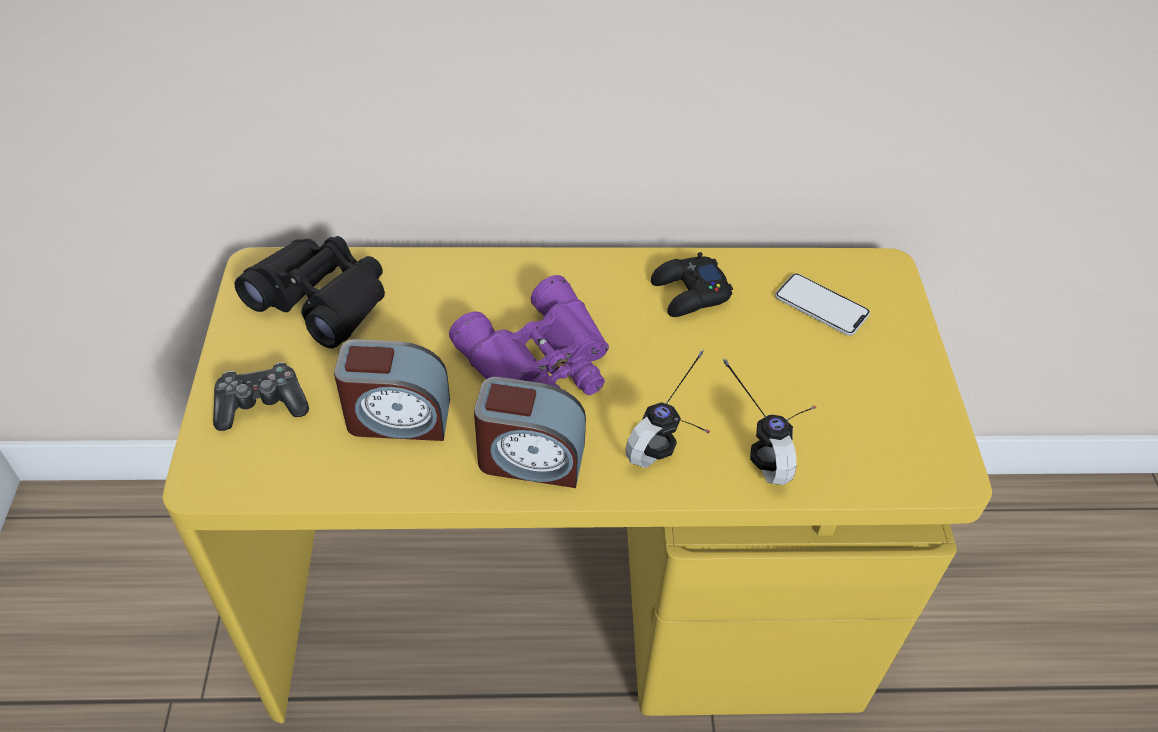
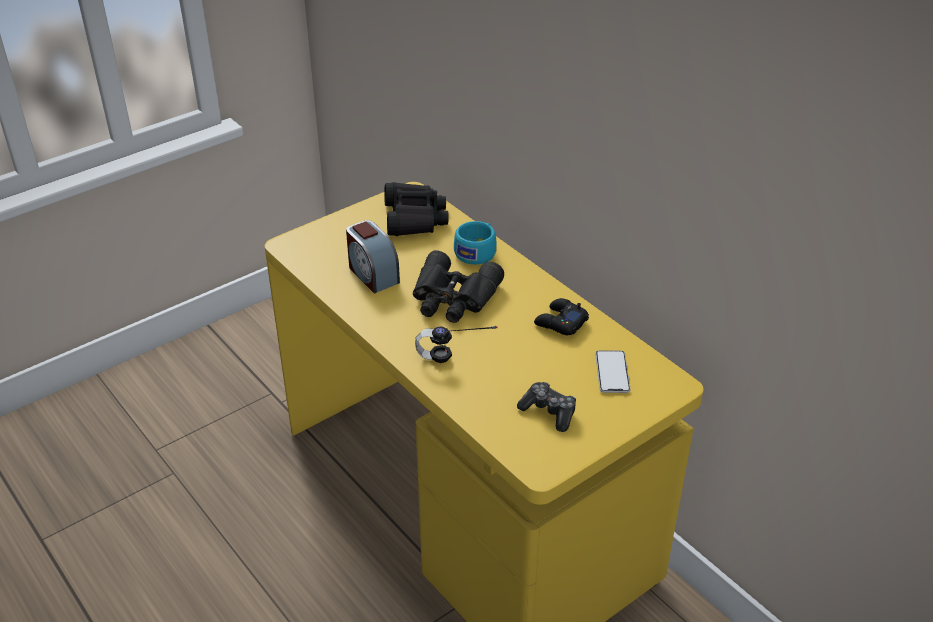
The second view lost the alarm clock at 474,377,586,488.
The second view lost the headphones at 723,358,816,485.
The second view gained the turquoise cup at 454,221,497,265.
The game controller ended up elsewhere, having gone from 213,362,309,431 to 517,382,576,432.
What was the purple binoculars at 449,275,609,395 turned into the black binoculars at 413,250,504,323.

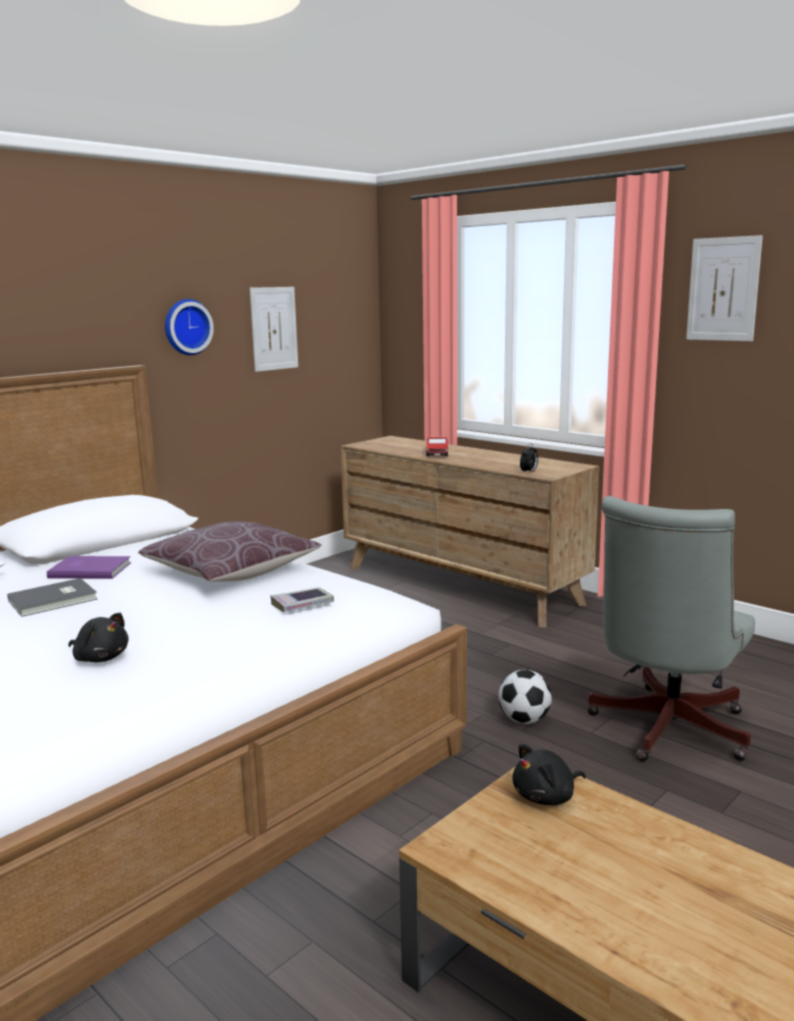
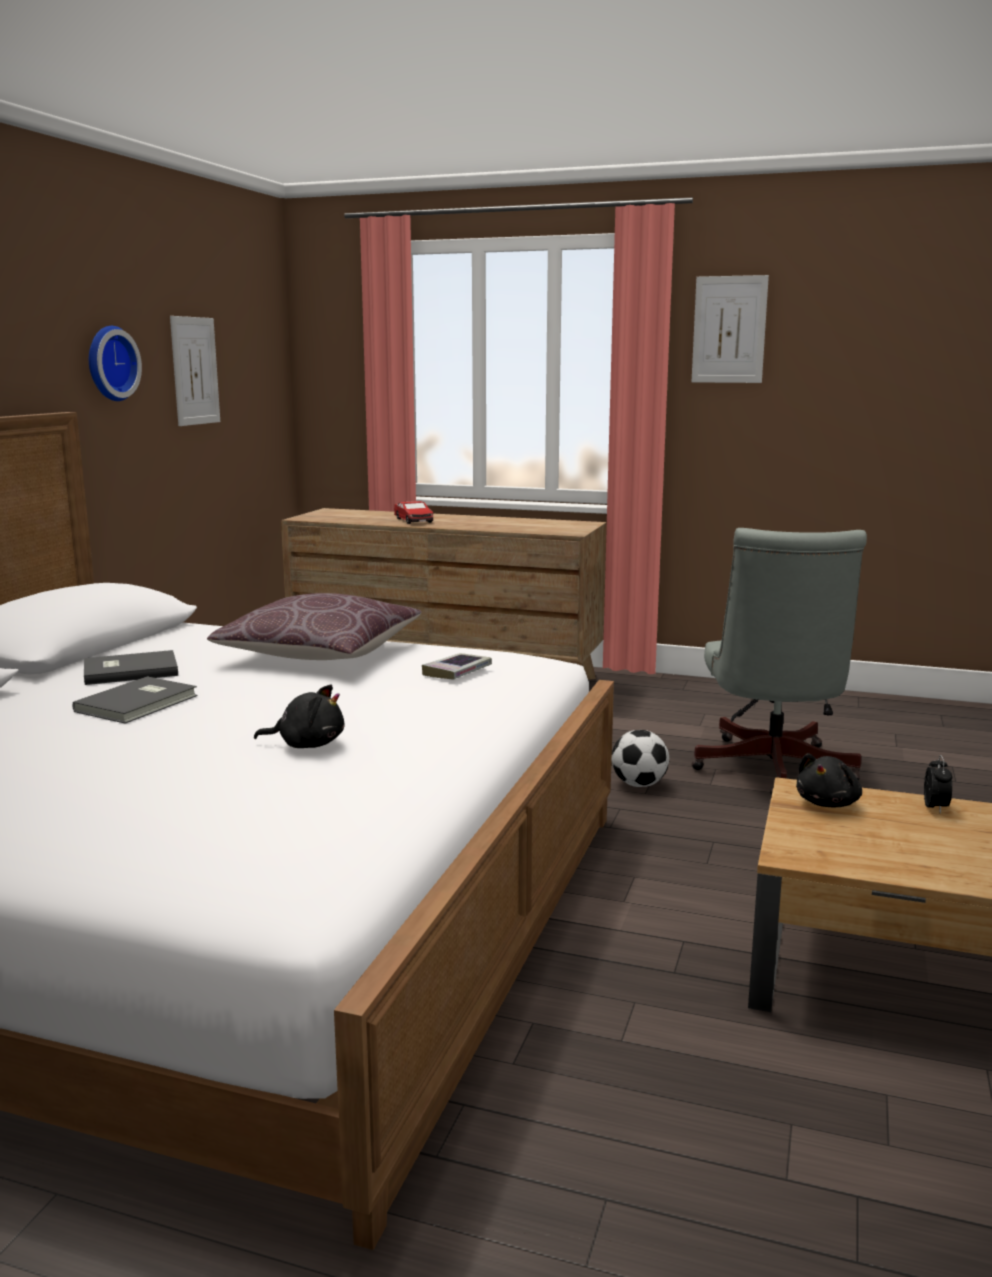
The alarm clock ended up elsewhere, having gone from 520,444,538,474 to 924,755,952,814.
What was the purple book at 47,556,131,579 turned into the grey book at 84,650,178,685.

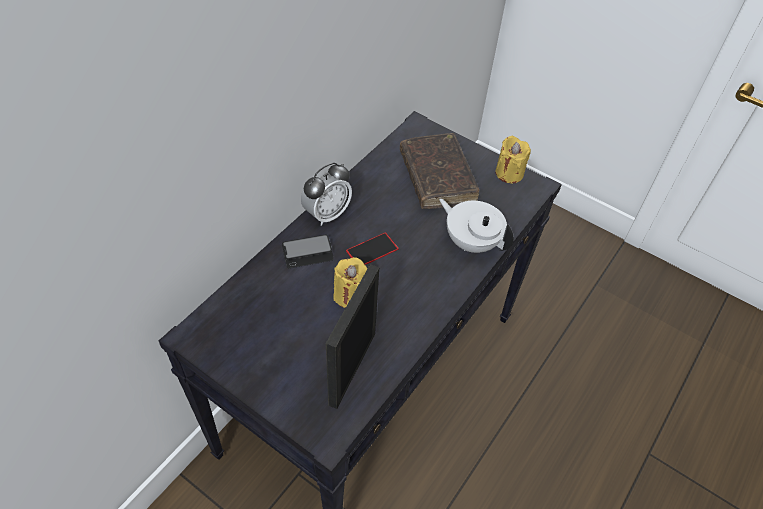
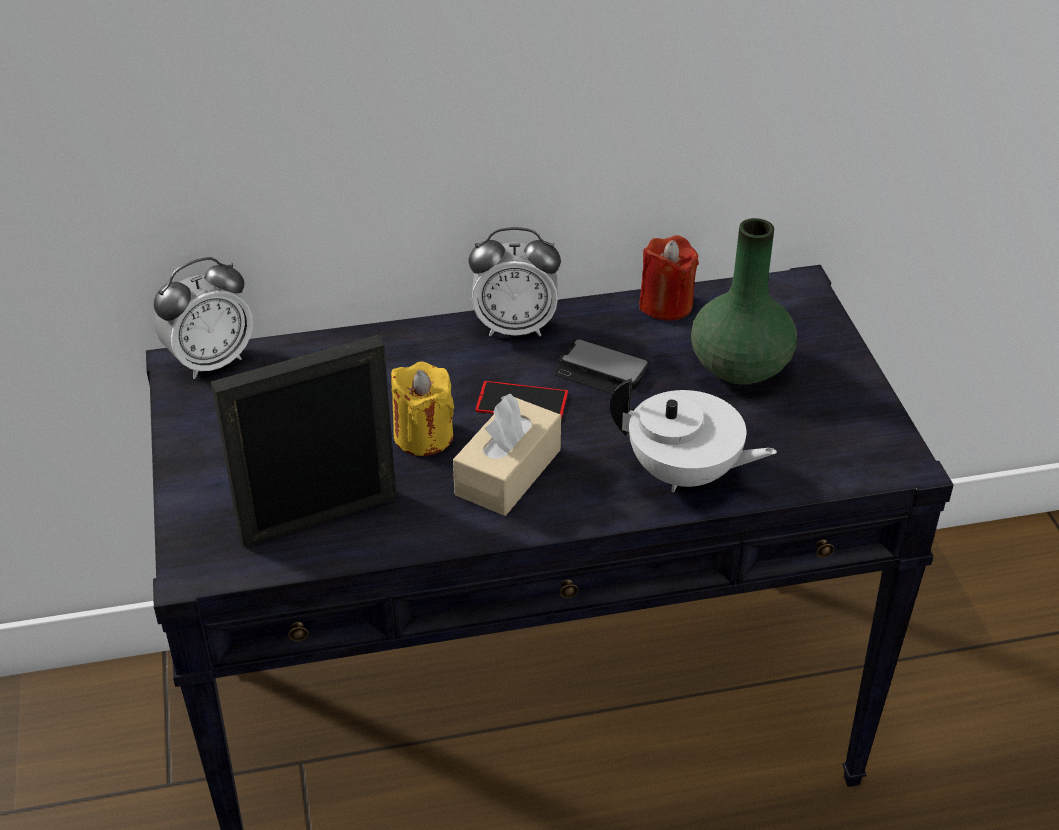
The second view lost the yellow candle at 495,136,531,183.
The second view gained the alarm clock at 154,257,253,379.
The second view gained the beige tissue box at 453,394,561,516.
The second view gained the red candle at 639,235,699,321.
The phone ended up elsewhere, having gone from 282,234,334,268 to 554,338,650,395.
Where the brown book stood at 400,133,479,209, the green vase came to stand at 691,218,797,385.
The white teapot at 439,199,514,253 ended up facing another way, 120 degrees clockwise from before.

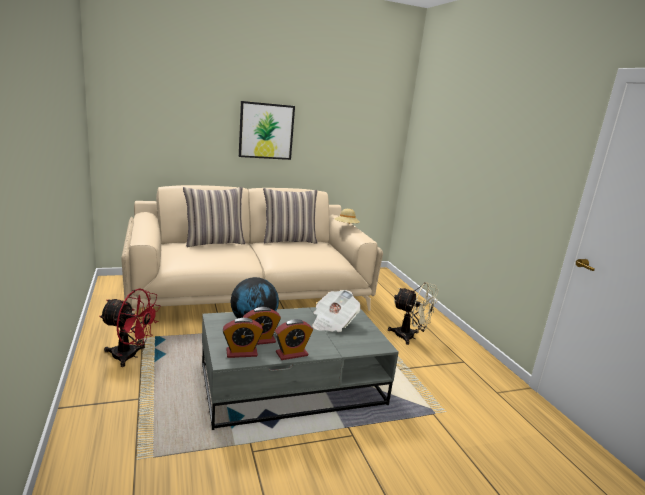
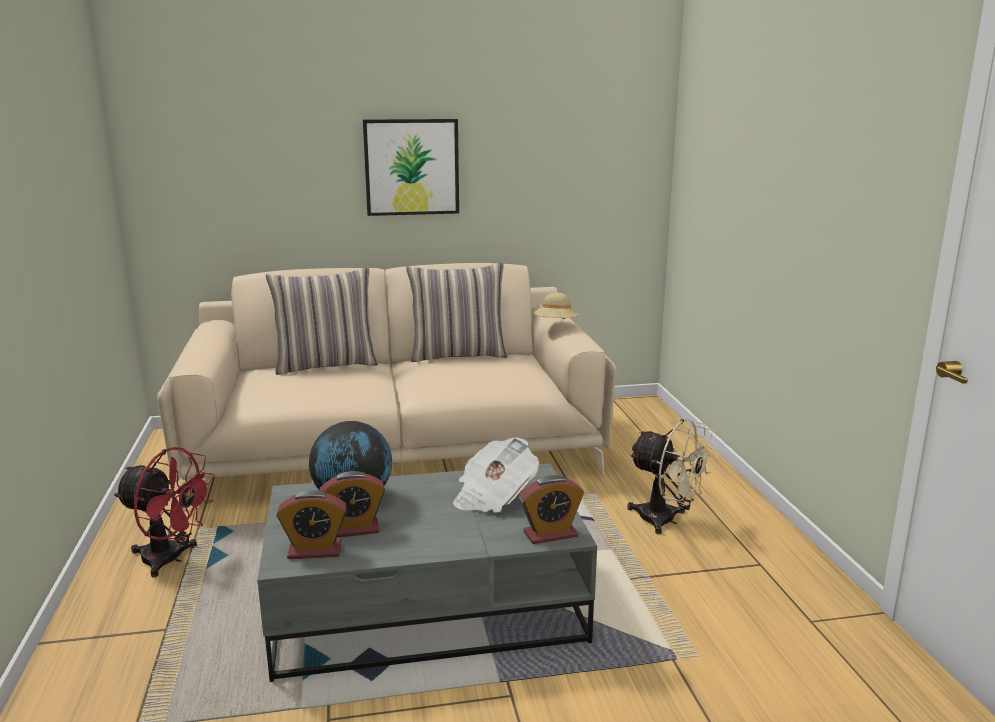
The alarm clock ended up elsewhere, having gone from 274,319,313,360 to 519,475,584,544.

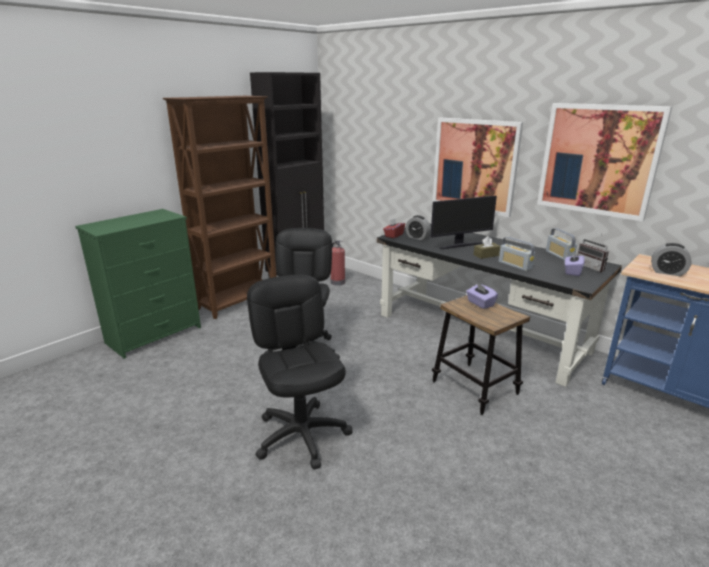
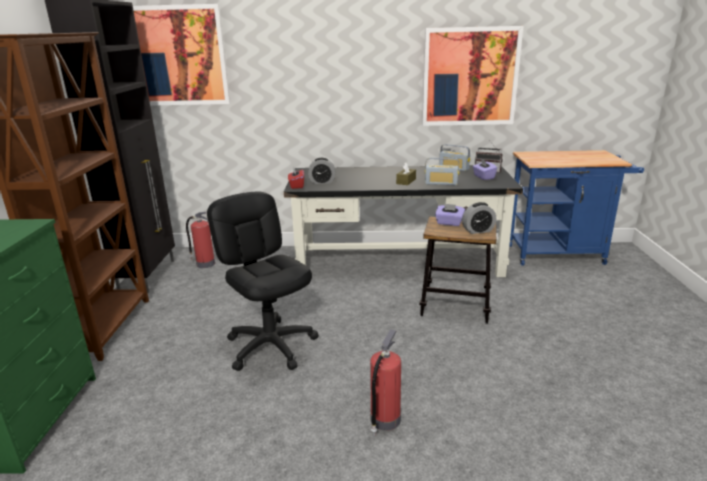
The second view lost the monitor at 430,196,497,249.
The picture ended up elsewhere, having gone from 433,118,523,217 to 133,4,230,106.
The alarm clock ended up elsewhere, having gone from 651,243,692,276 to 462,202,496,234.
Where the black office chair stood at 247,275,352,469, the fire extinguisher came to stand at 370,329,401,436.

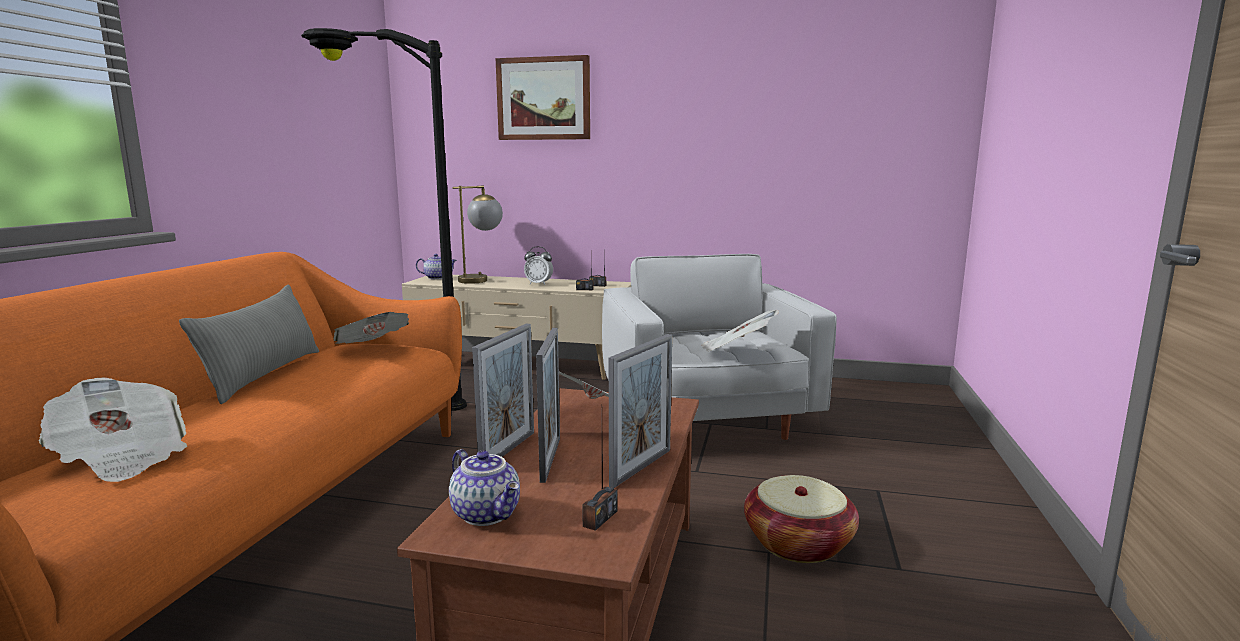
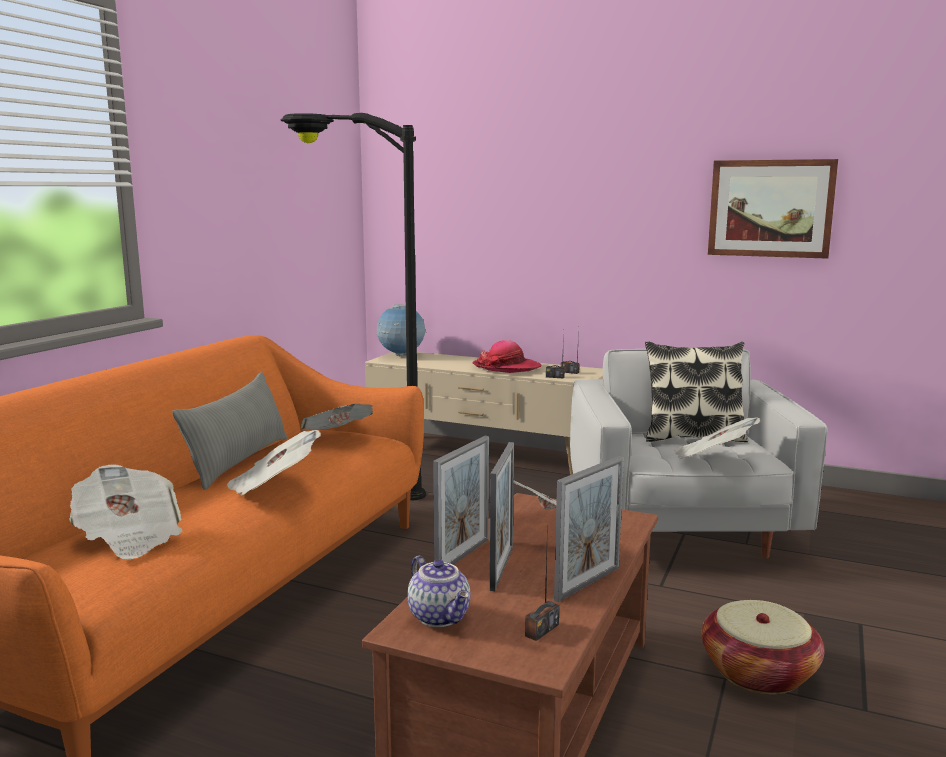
The second view lost the table lamp at 452,186,503,284.
The second view gained the newspaper at 227,430,321,495.
The second view gained the pillow at 645,342,748,442.
The picture ended up elsewhere, having gone from 496,55,590,140 to 708,159,838,259.
Where the teapot stood at 416,254,457,279, the globe came to stand at 377,304,426,356.
Where the alarm clock stood at 524,246,553,285, the hat came to stand at 473,340,542,373.

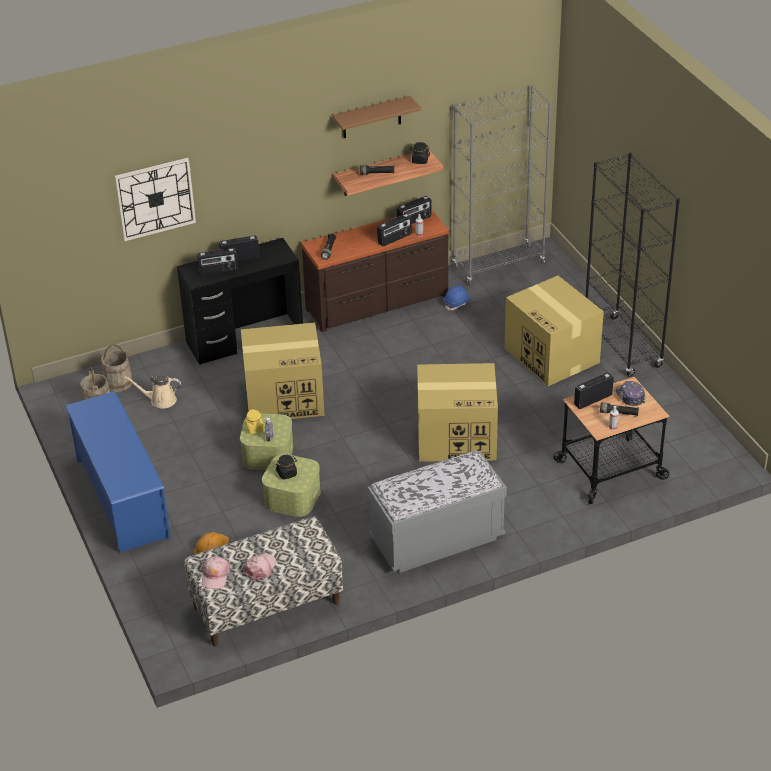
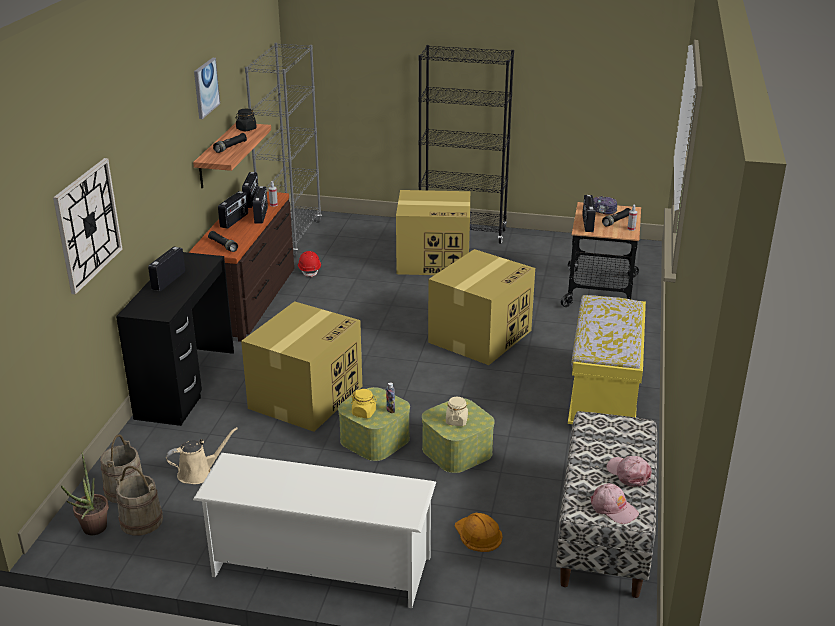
The second view gained the potted plant at 61,453,109,535.
The radio ended up elsewhere, having gone from 197,248,238,276 to 218,191,248,229.
Where the brown shelf hung at 332,96,421,138, the picture came to hang at 194,58,220,119.
What was the blue shoe rack at 65,391,171,553 turned into the white shoe rack at 193,453,436,608.
What was the black jar at 276,455,297,480 turned into the beige jar at 446,396,468,426.
What was the grey bench at 368,451,507,573 turned into the yellow bench at 568,295,646,424.
What was the blue hard hat at 444,286,471,311 turned into the red hard hat at 298,251,321,277.
The beige watering can at 124,375,181,409 ended up facing another way, 150 degrees counterclockwise from before.

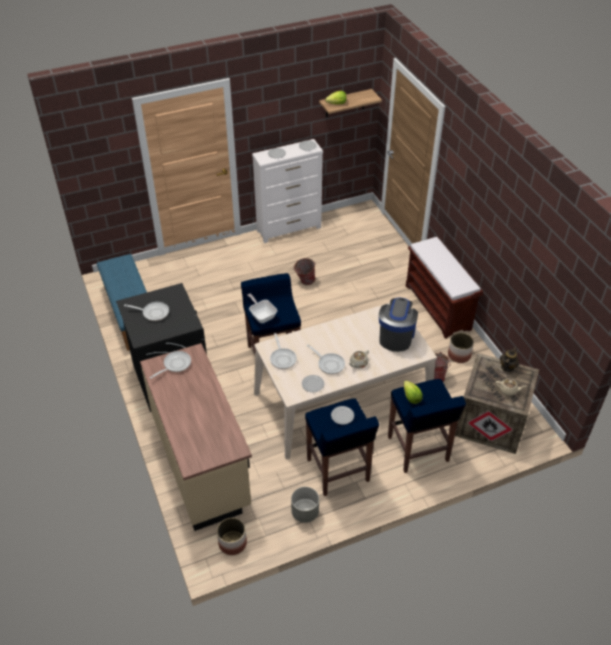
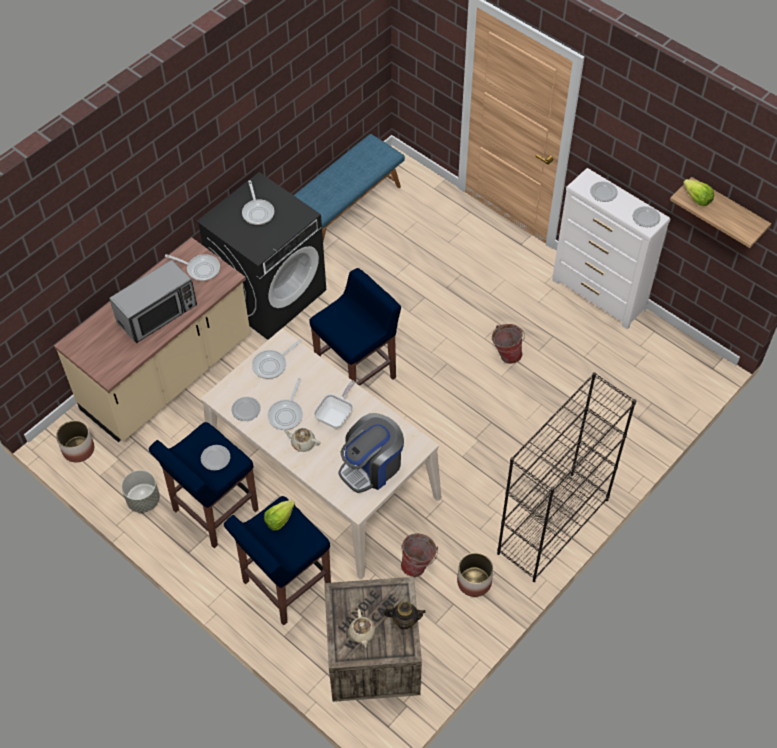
The second view gained the microwave at 109,260,197,343.
The frying pan ended up elsewhere, having gone from 247,294,277,323 to 314,380,355,429.
Where the brown bench stood at 406,237,483,339, the black bookcase came to stand at 497,372,636,582.
The coffee machine at 379,297,418,352 ended up facing another way, 150 degrees clockwise from before.

